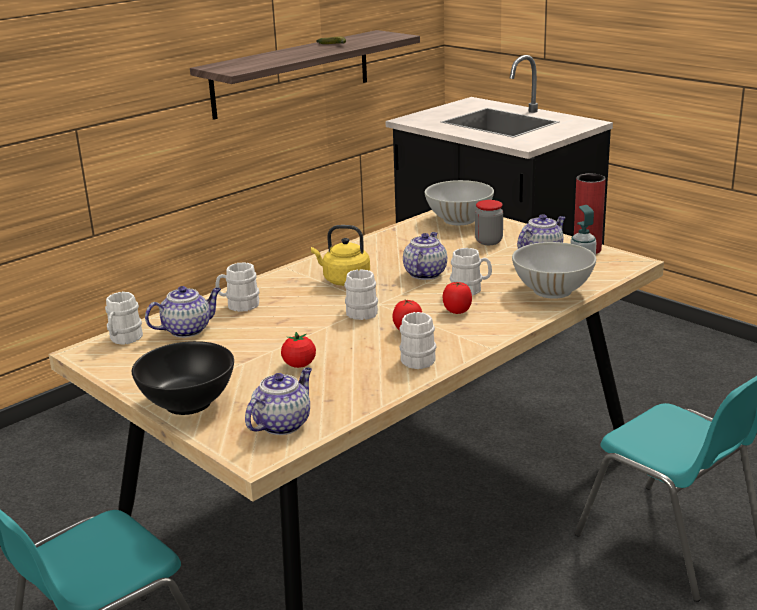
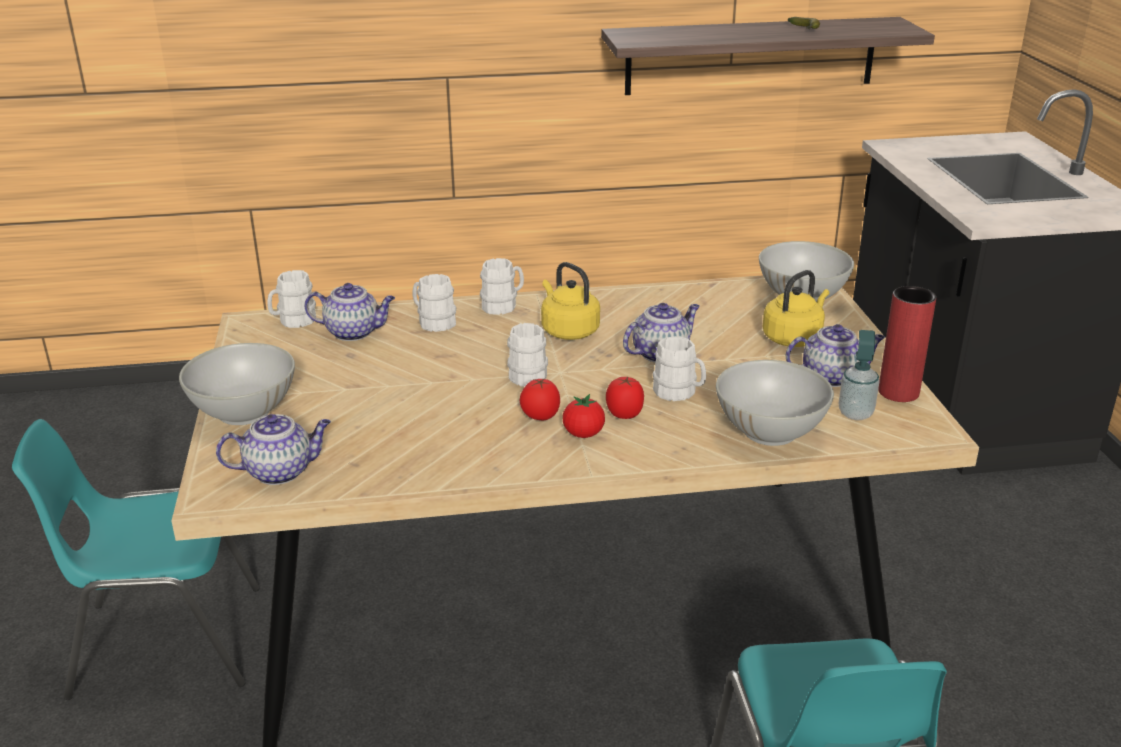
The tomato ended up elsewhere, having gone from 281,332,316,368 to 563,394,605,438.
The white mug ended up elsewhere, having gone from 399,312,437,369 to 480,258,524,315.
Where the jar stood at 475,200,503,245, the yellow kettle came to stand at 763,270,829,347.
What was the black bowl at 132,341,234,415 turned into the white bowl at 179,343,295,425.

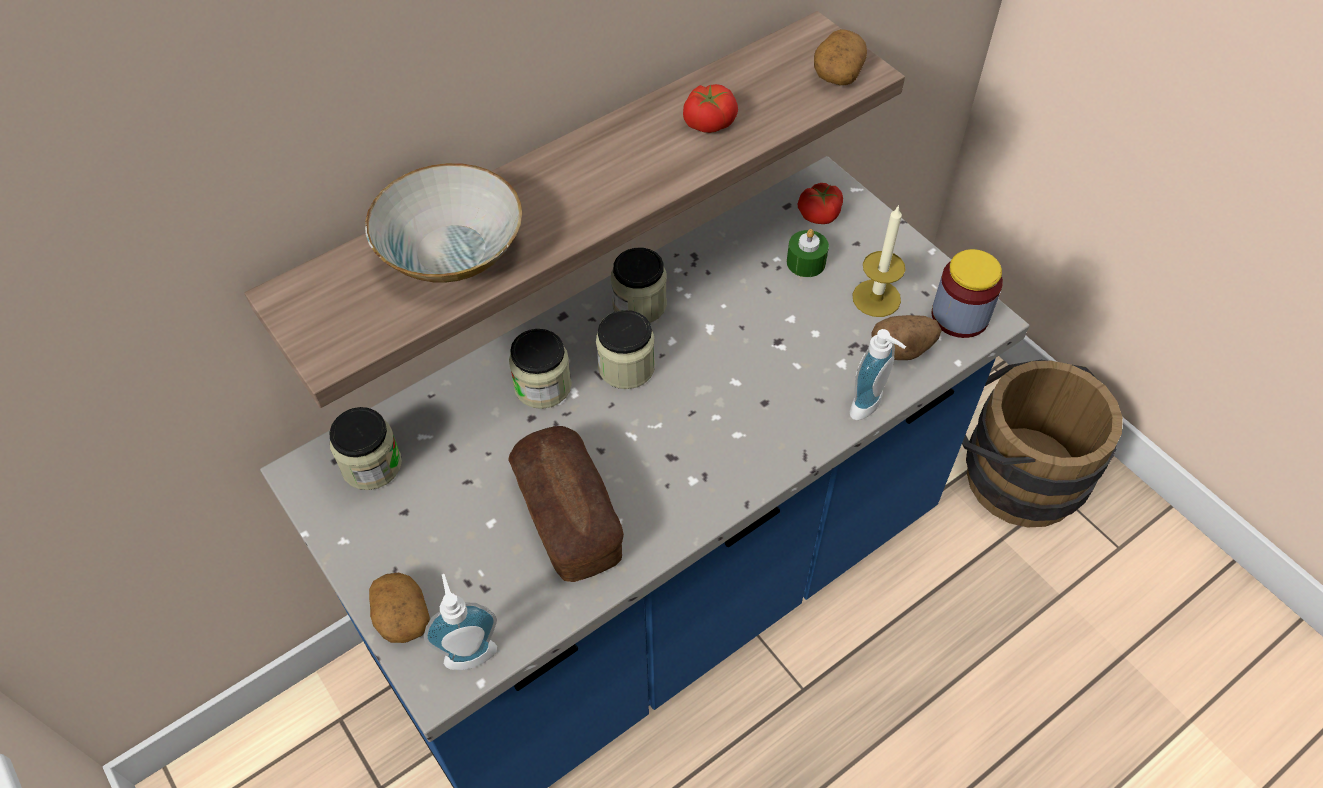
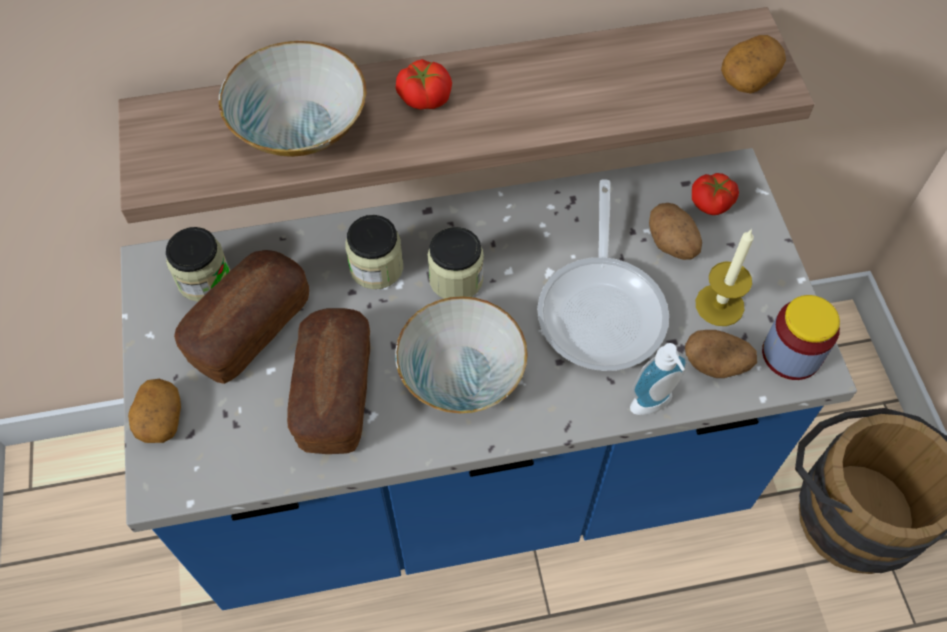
The second view lost the soap dispenser at 424,574,497,670.
The second view lost the jar at 611,248,667,323.
The second view gained the bread at 174,250,309,384.
The second view gained the bowl at 395,296,528,413.
The second view gained the frying pan at 537,179,669,371.
The tomato ended up elsewhere, having gone from 683,84,738,133 to 396,59,452,110.
Where the green candle stood at 787,229,829,277, the potato came to stand at 649,203,702,260.

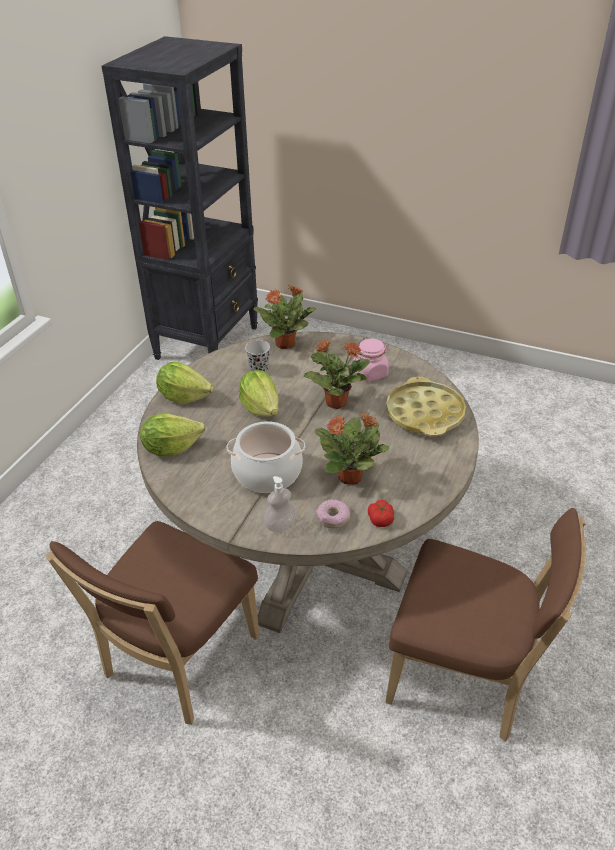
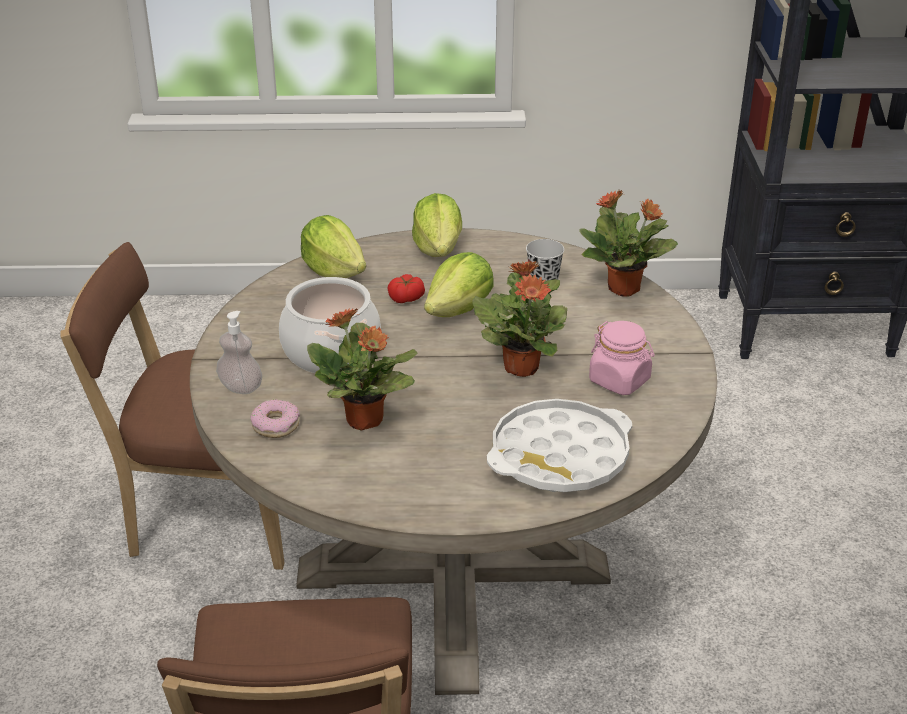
The tomato ended up elsewhere, having gone from 368,500,394,527 to 387,274,425,303.
What was the yellow tray at 386,377,466,436 turned into the white tray at 487,399,632,492.

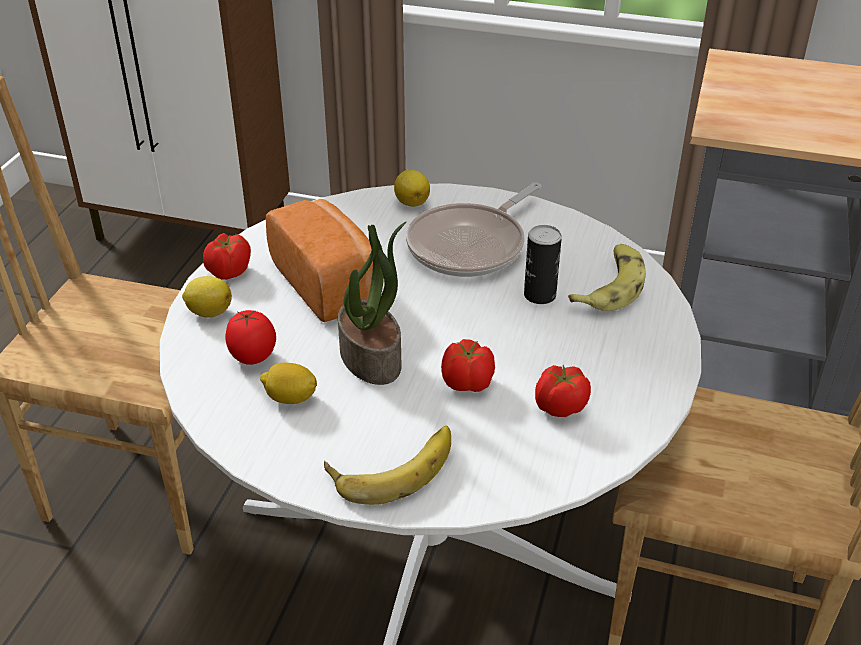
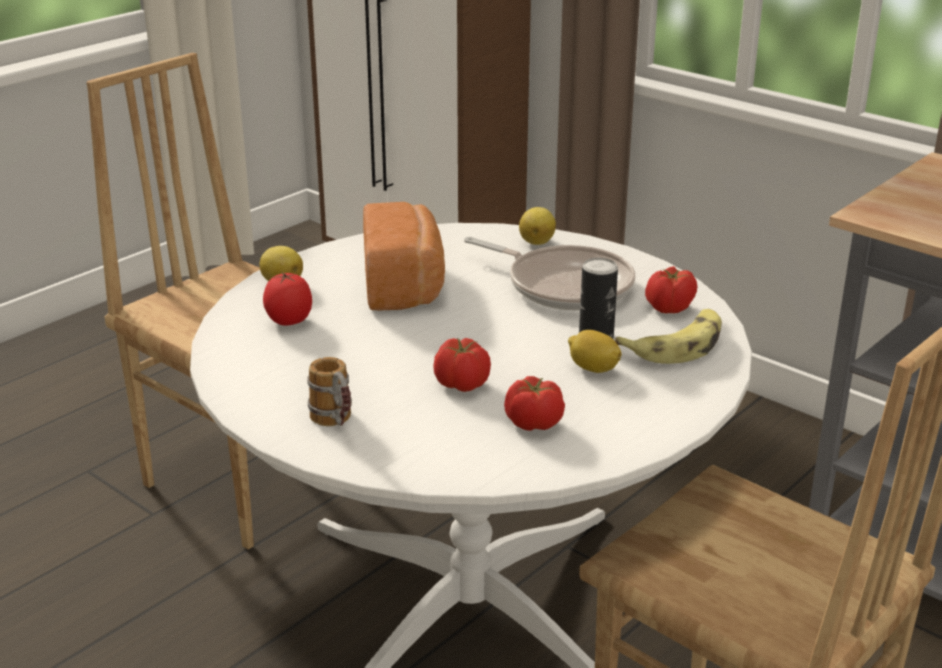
The second view lost the potted plant at 338,222,406,385.
The tomato ended up elsewhere, having gone from 203,233,251,280 to 645,266,697,313.
The lemon ended up elsewhere, having gone from 260,362,317,404 to 568,330,621,373.
Where the banana stood at 324,426,451,505, the mug came to stand at 307,357,352,426.
The frying pan at 406,182,541,277 ended up facing another way, 120 degrees counterclockwise from before.

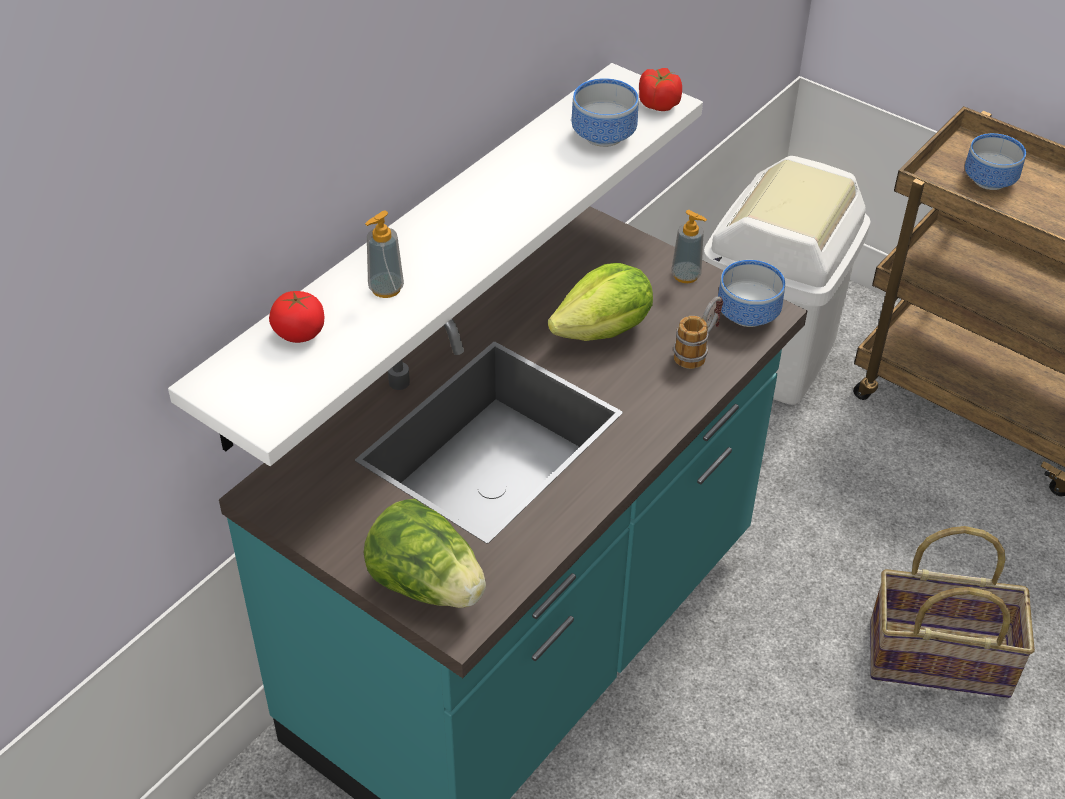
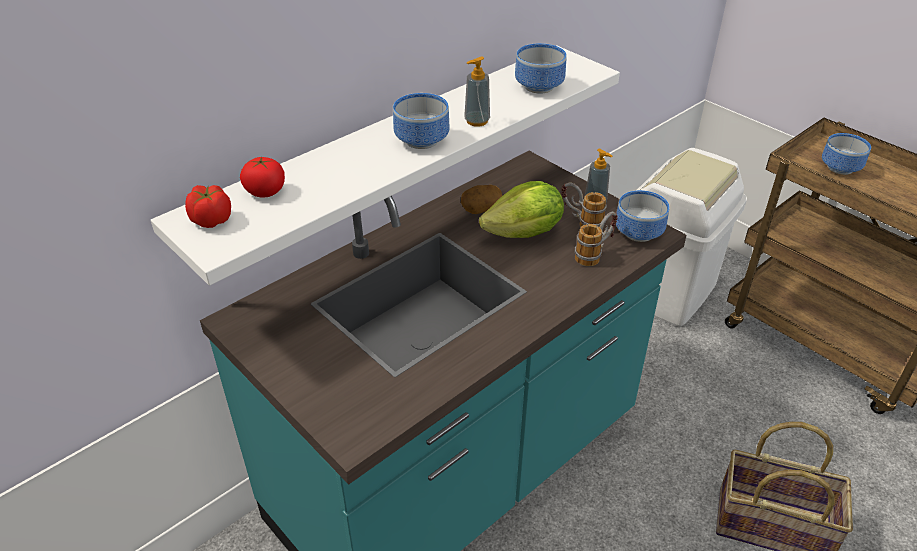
The second view lost the lettuce at 364,499,486,608.
The second view gained the bowl at 393,93,449,149.
The second view gained the potato at 461,185,502,214.
The second view gained the mug at 561,183,607,227.
The soap dispenser ended up elsewhere, having gone from 365,211,404,298 to 464,56,490,127.
The tomato ended up elsewhere, having gone from 639,68,682,111 to 185,185,231,228.

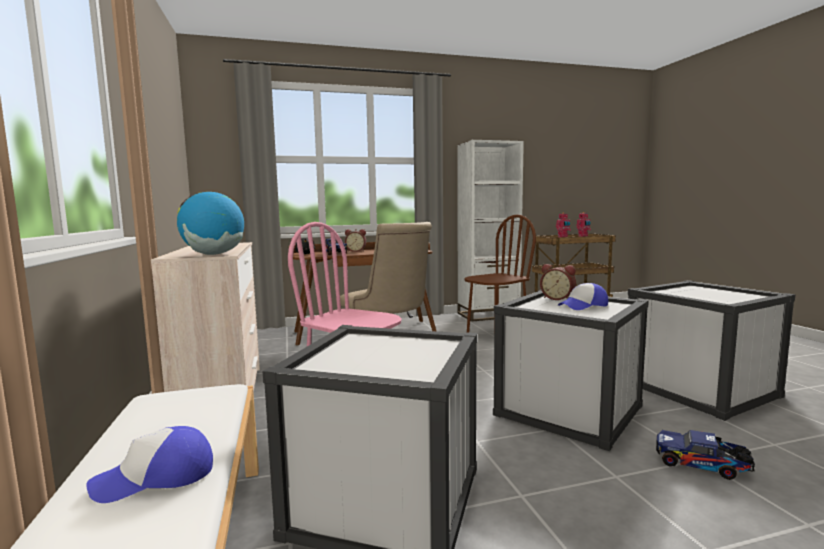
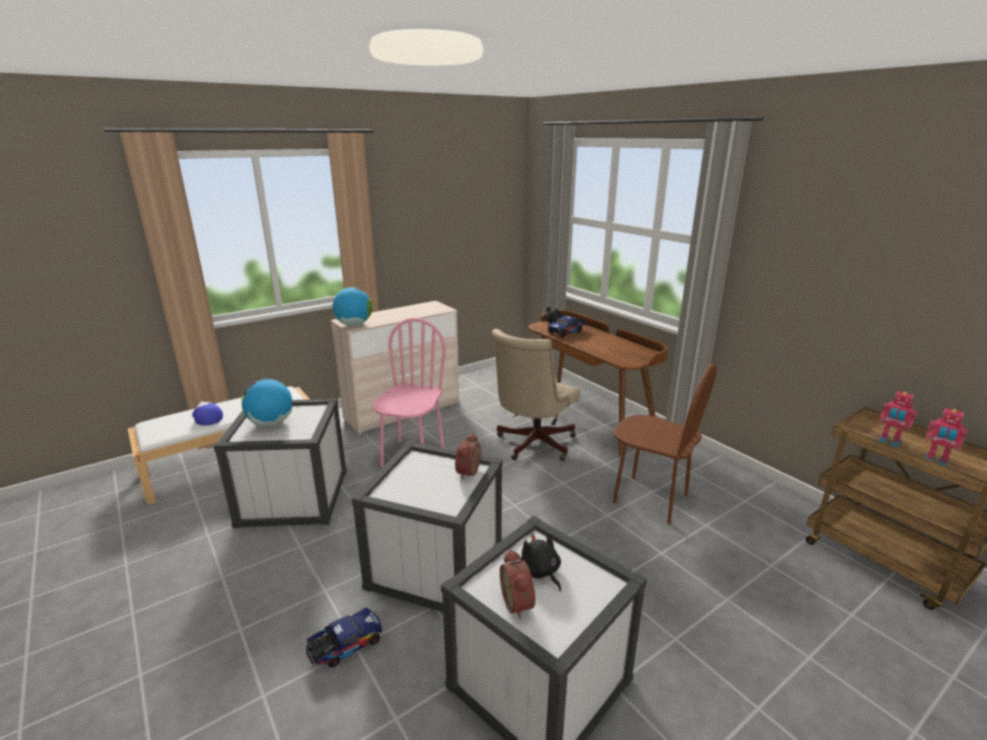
The second view lost the white bookcase at 457,140,524,322.
The second view lost the cap at 558,283,608,310.
The second view gained the globe at 242,378,292,427.
The second view gained the black plush toy at 520,533,561,591.
The alarm clock ended up elsewhere, having gone from 345,229,366,252 to 500,549,535,619.
The toy truck at 656,430,755,480 ended up facing another way, 45 degrees clockwise from before.

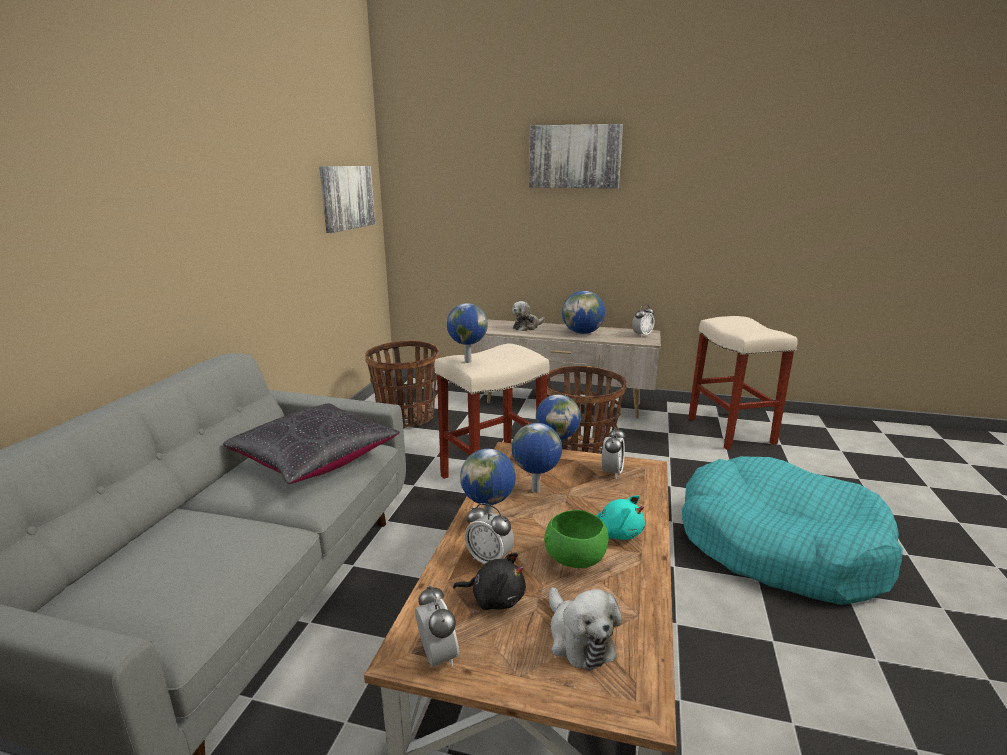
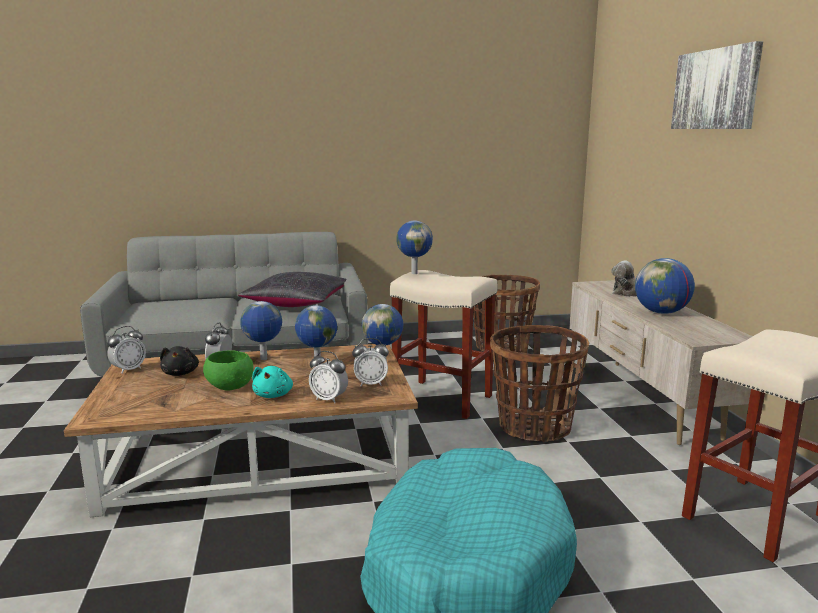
The second view lost the picture at 319,166,375,233.
The second view lost the plush toy at 549,587,622,671.
The alarm clock ended up elsewhere, having gone from 632,304,654,337 to 309,351,348,403.

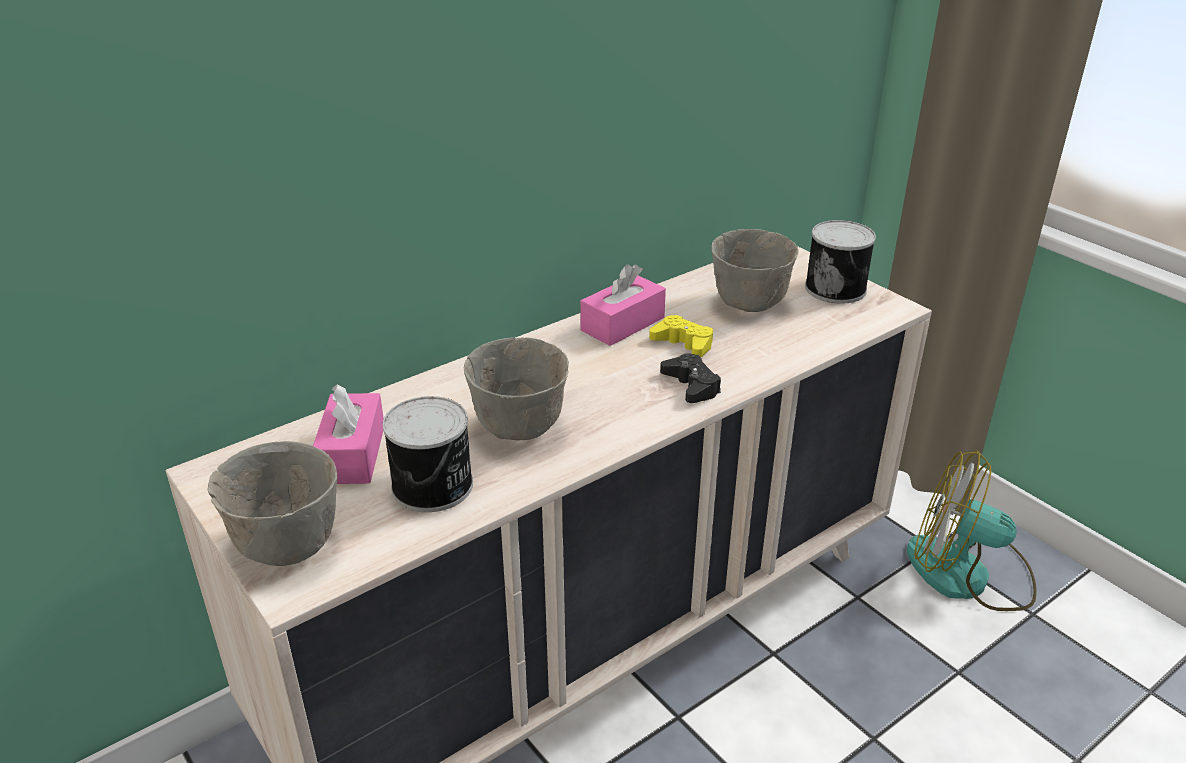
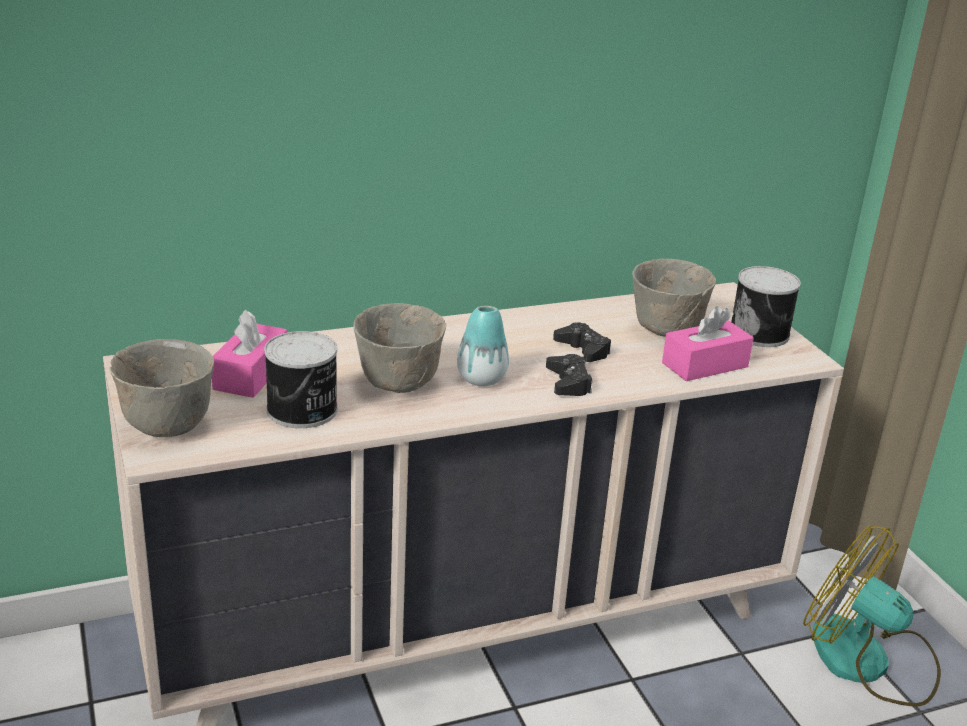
The second view gained the vase at 457,306,509,386.
The pink tissue box ended up elsewhere, having gone from 580,264,666,346 to 662,306,754,381.
What was the yellow game controller at 649,315,713,357 turned into the black game controller at 553,322,611,362.

